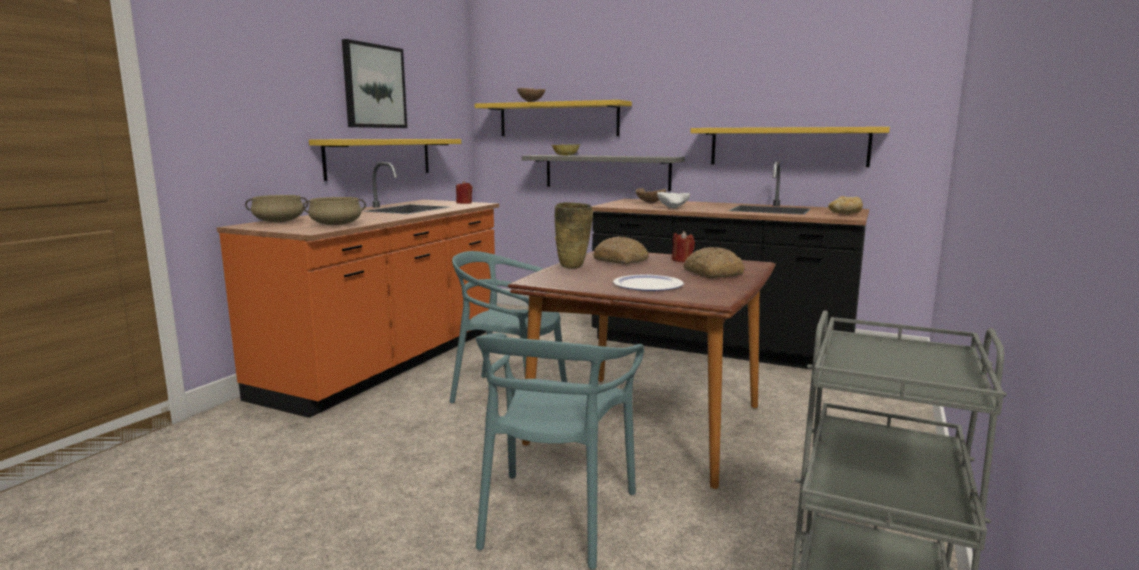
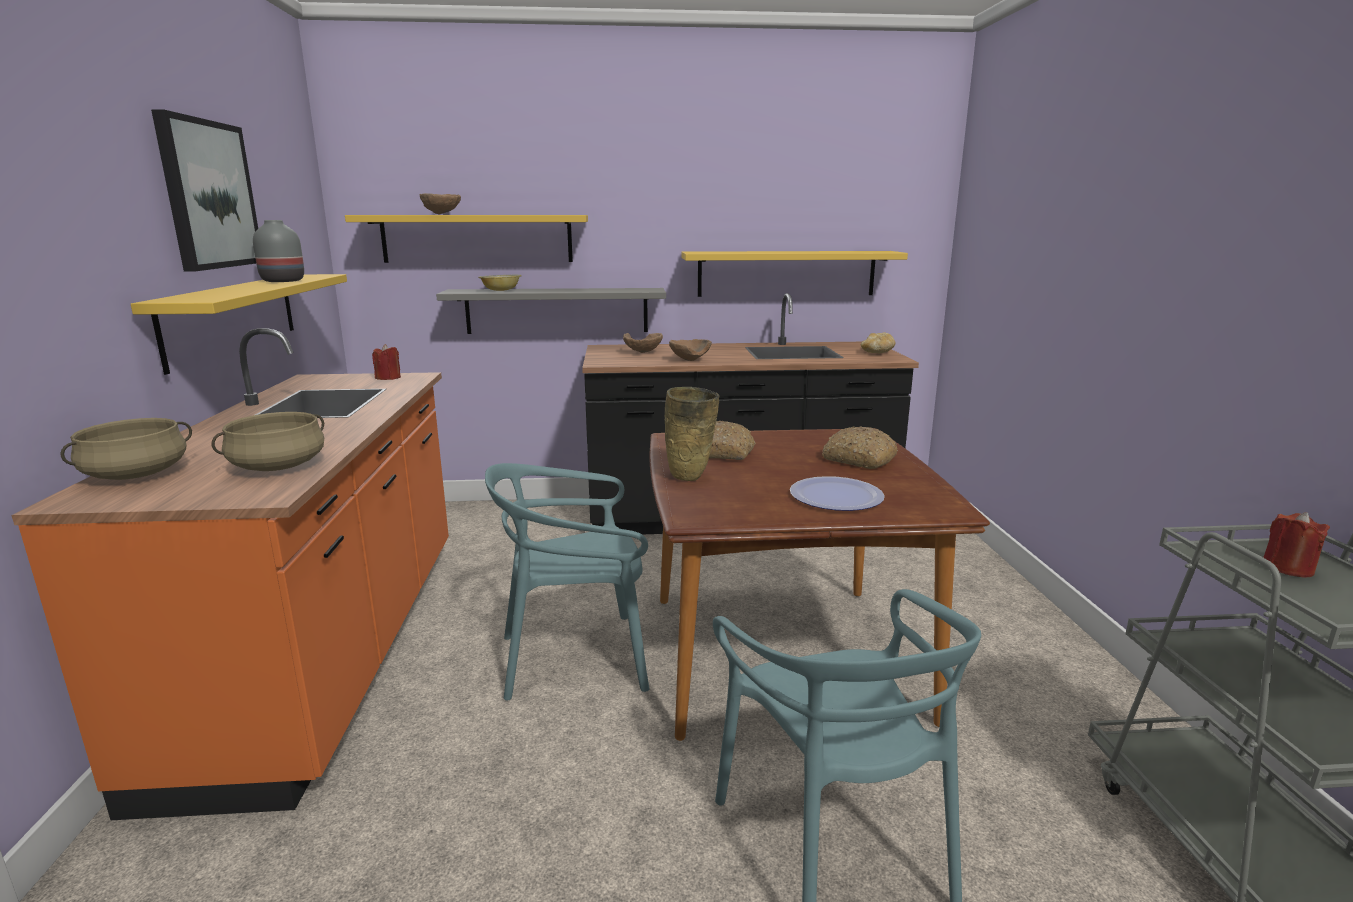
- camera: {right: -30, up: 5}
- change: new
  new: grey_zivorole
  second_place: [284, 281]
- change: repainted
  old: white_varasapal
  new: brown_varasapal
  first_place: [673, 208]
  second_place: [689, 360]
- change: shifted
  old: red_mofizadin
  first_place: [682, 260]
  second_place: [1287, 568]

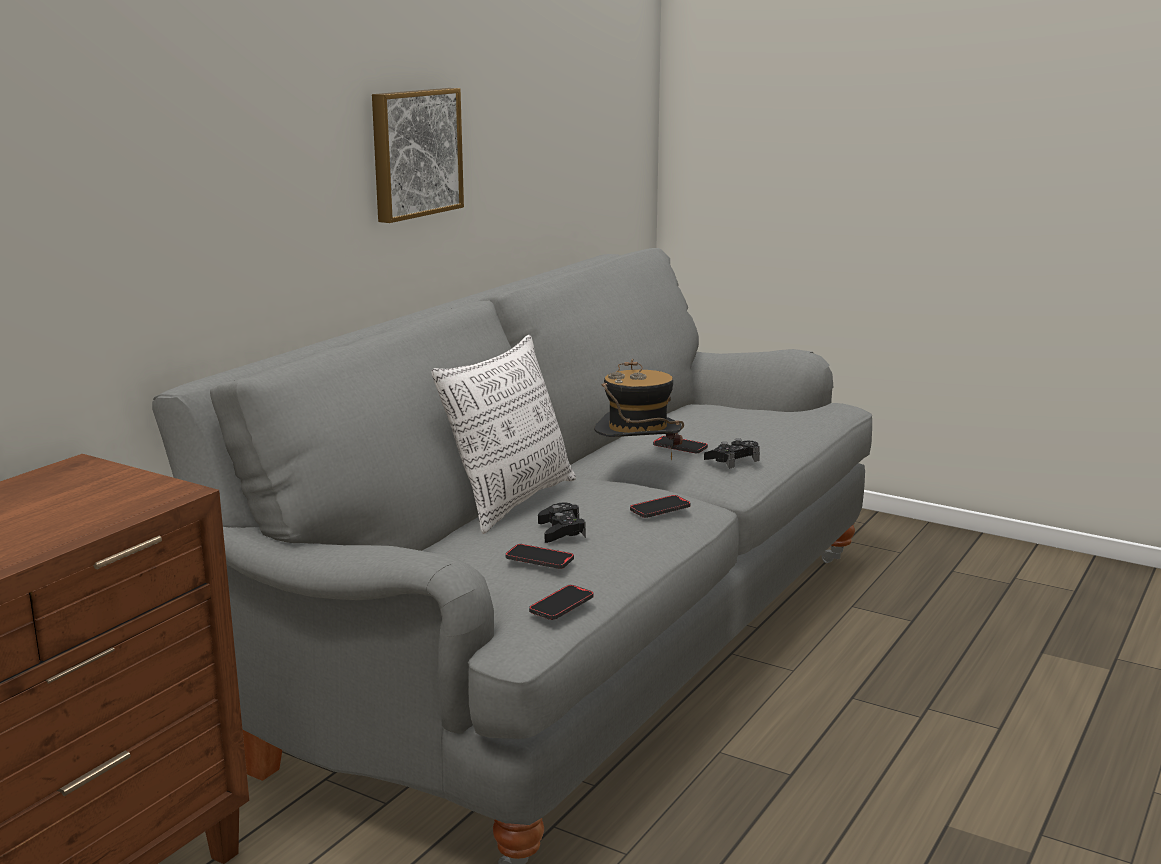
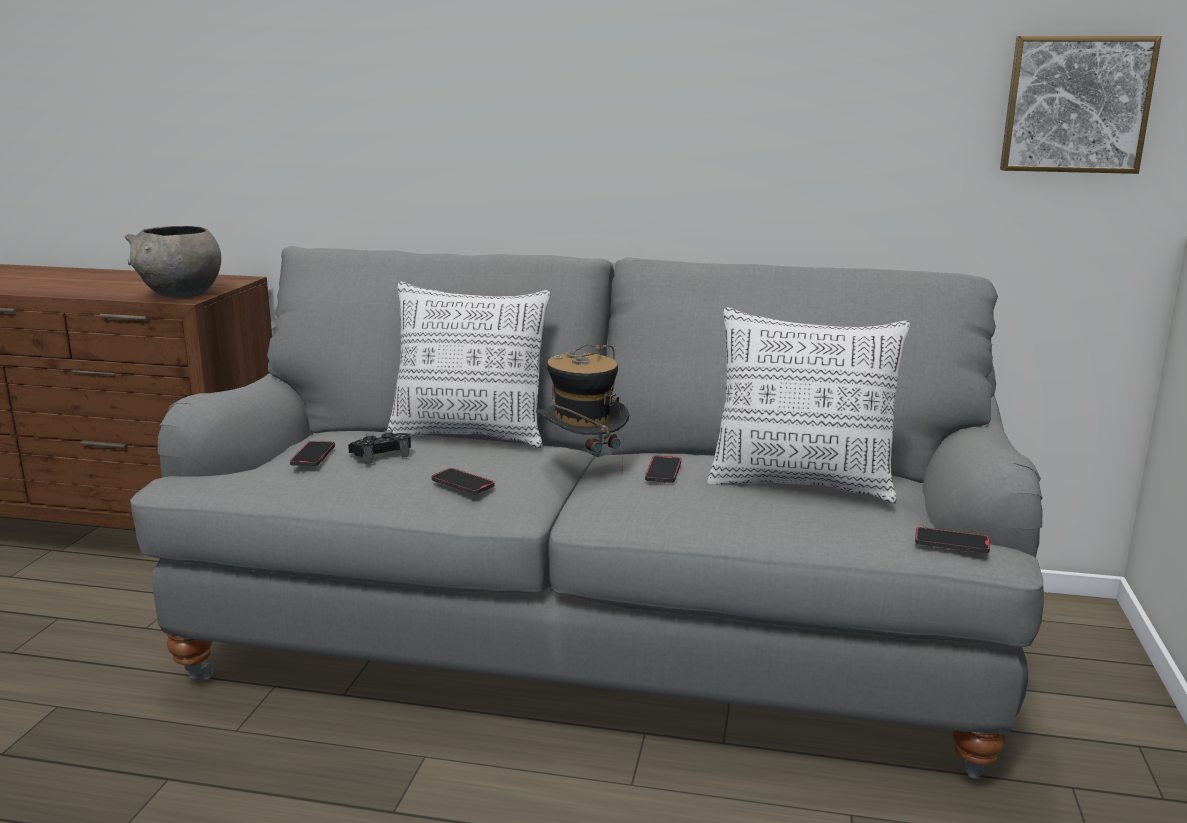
- camera: {right: 70, up: 0}
- change: new
  new: grey_varasapal
  second_place: [180, 294]
- change: new
  new: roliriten
  second_place: [801, 485]
- change: shifted
  old: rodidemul
  first_place: [561, 605]
  second_place: [951, 543]
- change: shifted
  old: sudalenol
  first_place: [414, 153]
  second_place: [1075, 104]
- change: gone
  old: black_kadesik
  first_place: [732, 460]

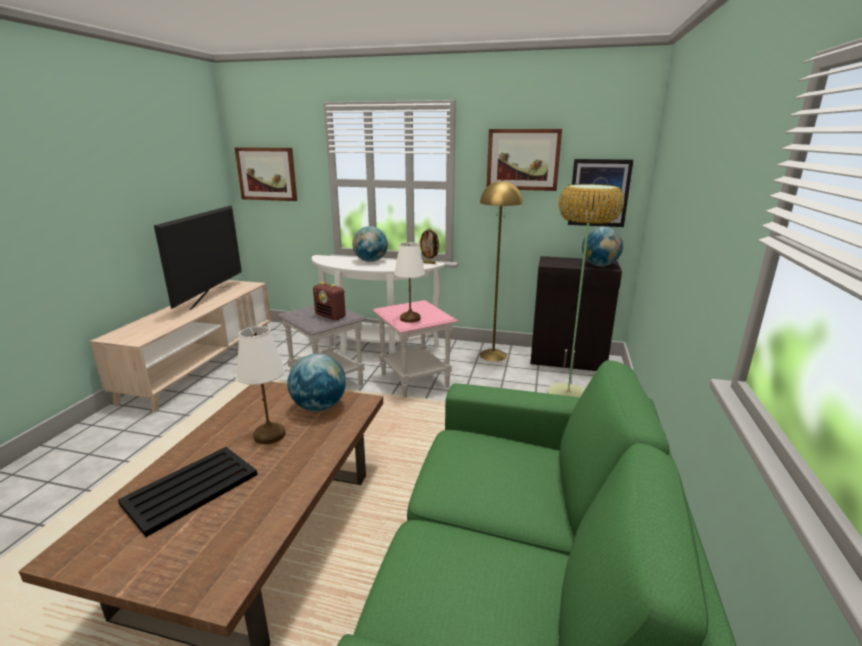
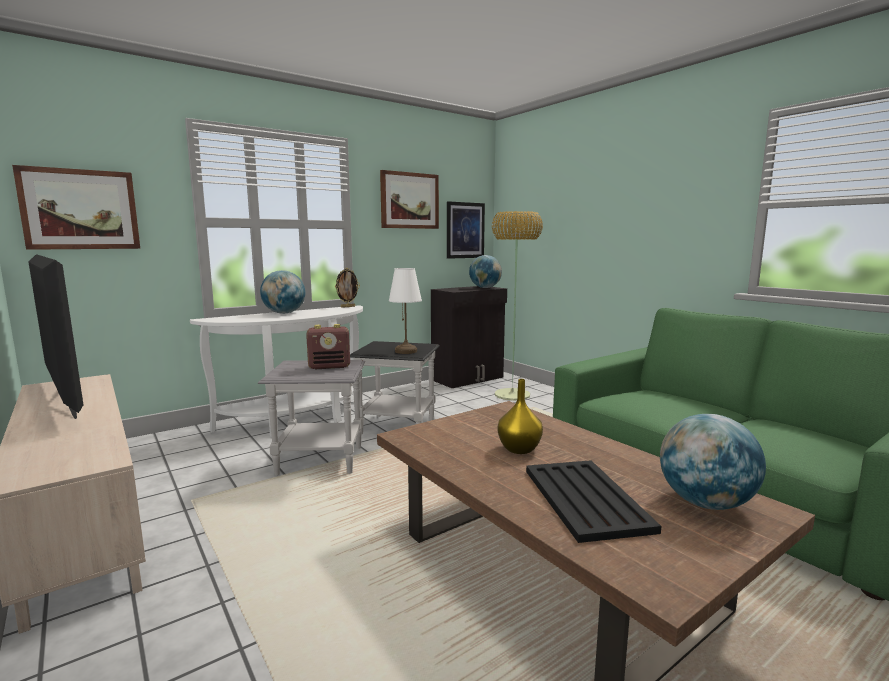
- camera: {right: -50, up: -10}
- change: repainted
  old: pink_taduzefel
  new: black_taduzefel
  first_place: [415, 380]
  second_place: [398, 426]
- change: swapped
  old: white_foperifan
  new: yellow_zivorole
  first_place: [269, 435]
  second_place: [518, 449]
- change: shifted
  old: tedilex
  first_place: [319, 407]
  second_place: [705, 503]
- change: gone
  old: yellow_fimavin
  first_place: [493, 355]

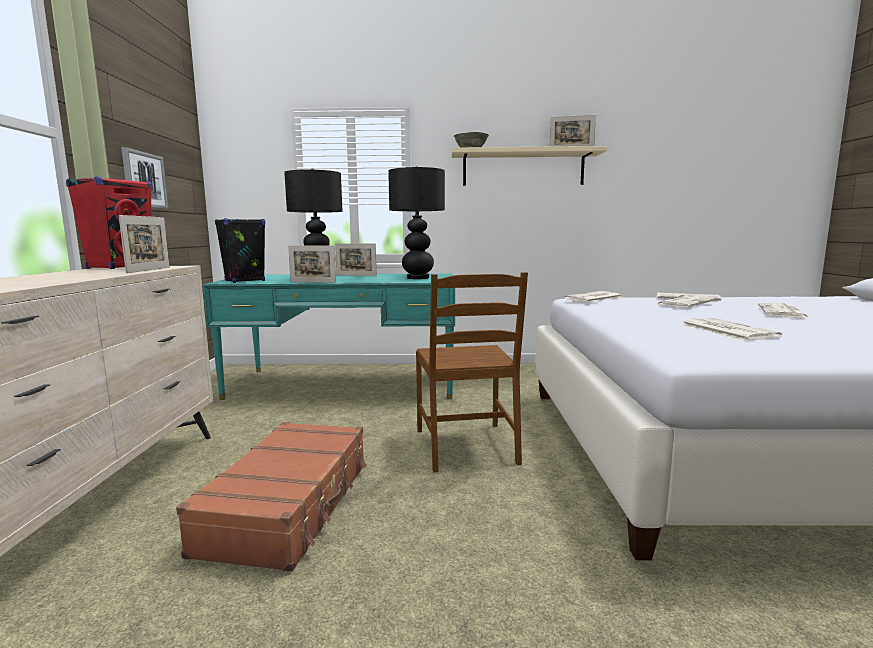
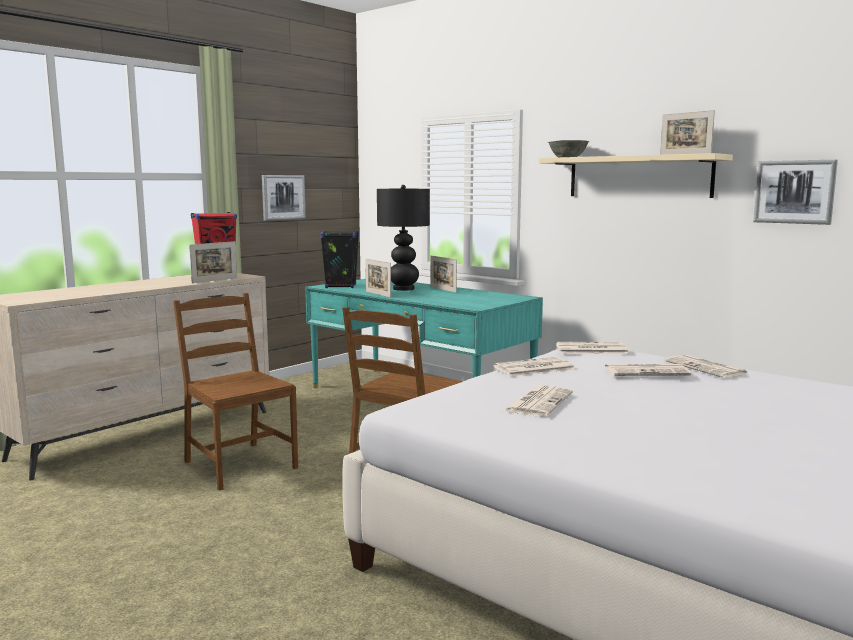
- camera: {right: 40, up: 0}
- change: swapped
  old: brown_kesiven
  new: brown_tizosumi
  first_place: [290, 505]
  second_place: [238, 465]
- change: shifted
  old: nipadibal
  first_place: [783, 312]
  second_place: [533, 368]
- change: new
  new: sudalenol
  second_place: [794, 192]
- change: gone
  old: black_foperifan
  first_place: [418, 278]

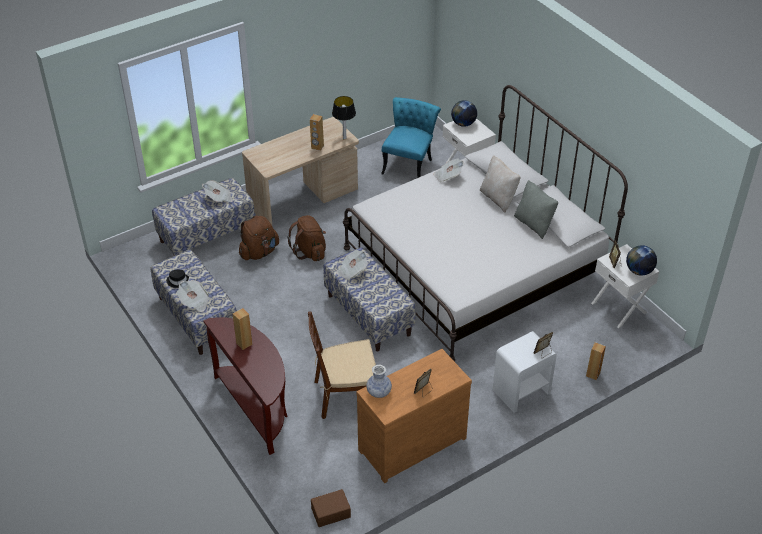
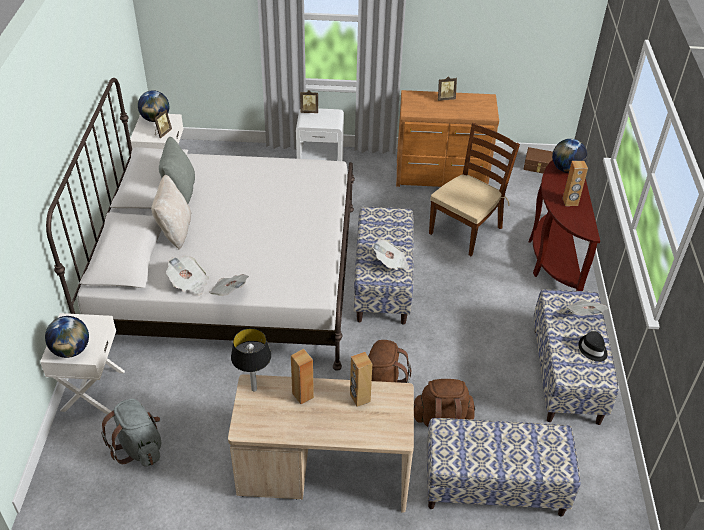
- camera: {right: -145, up: 0}
- change: swapped
  old: turquoise_tizosumi
  new: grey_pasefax
  first_place: [409, 163]
  second_place: [139, 447]
- change: shifted
  old: nipadibal
  first_place: [218, 198]
  second_place: [229, 292]
- change: shifted
  old: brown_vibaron
  first_place: [593, 374]
  second_place: [359, 398]
- change: rotated
  old: brown_tizosumi
  first_place: [344, 395]
  second_place: [466, 230]
  degrees: -75
- change: new
  new: tedilex
  second_place: [566, 169]
- change: gone
  old: zivorole
  first_place: [379, 392]

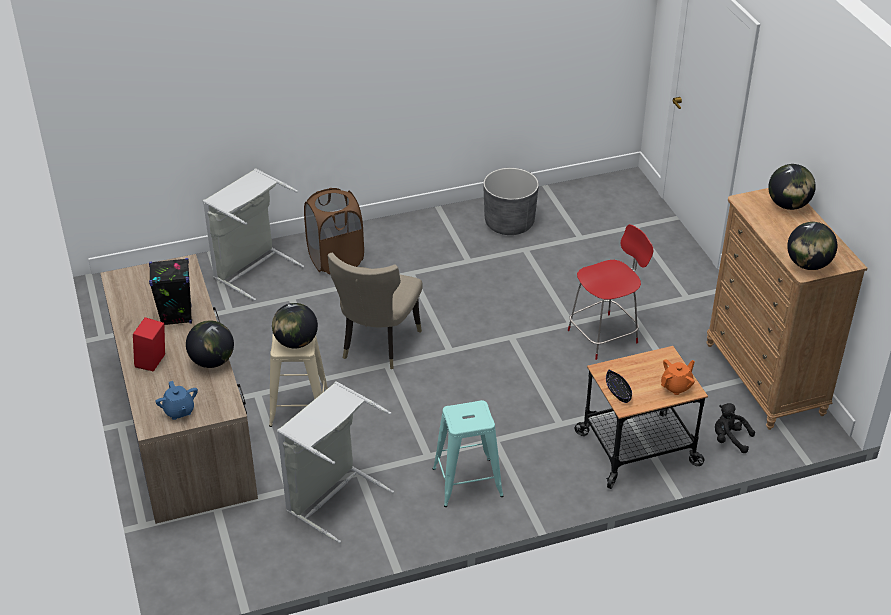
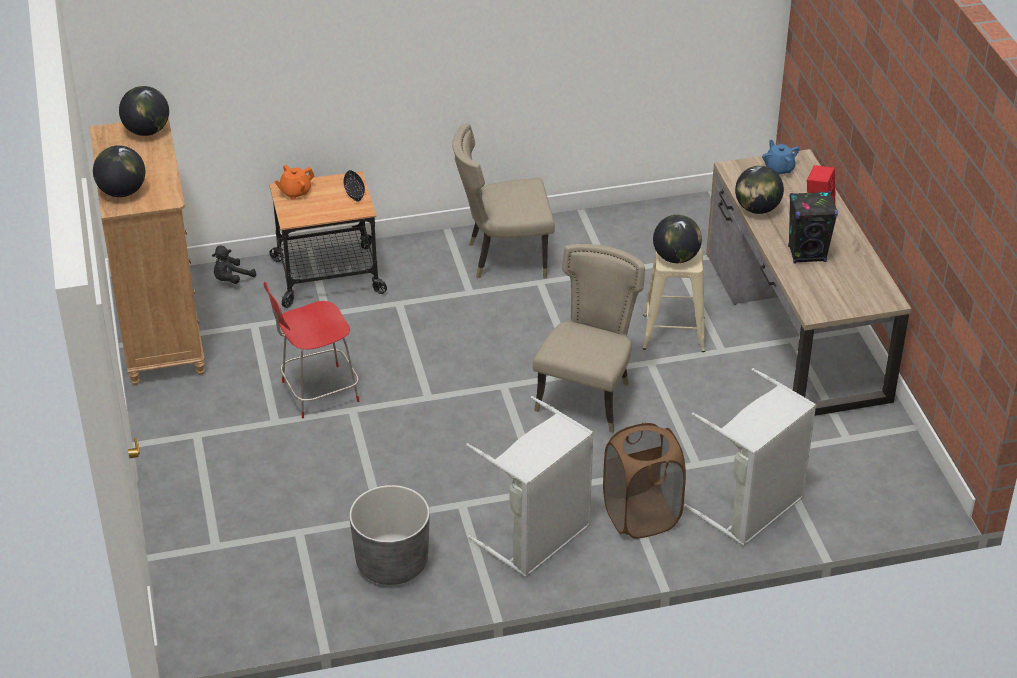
- camera: {right: -175, up: 0}
- change: rotated
  old: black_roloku
  first_place: [729, 439]
  second_place: [231, 279]
  degrees: 105
- change: swapped
  old: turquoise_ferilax
  new: beige_tizosumi
  first_place: [467, 482]
  second_place: [503, 258]
- change: shifted
  old: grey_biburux
  first_place: [332, 497]
  second_place: [538, 539]

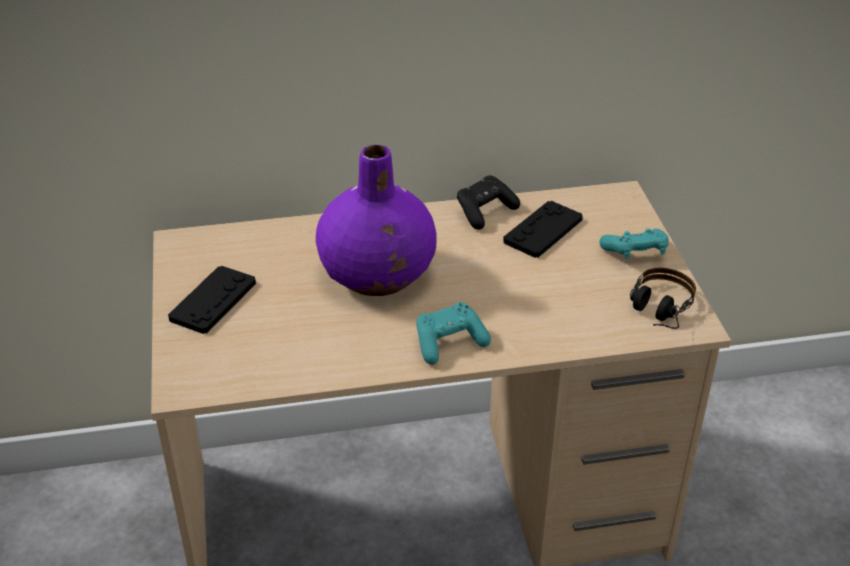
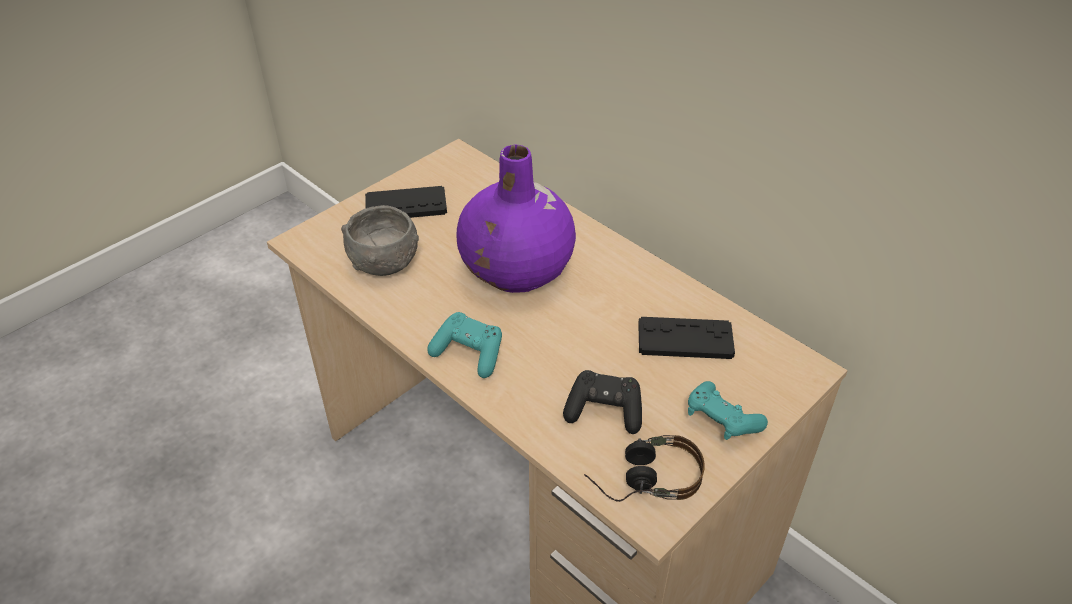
- camera: {right: 55, up: 5}
- change: new
  new: grey_varasapal
  second_place: [384, 261]
- change: shifted
  old: black_kadesik
  first_place: [485, 212]
  second_place: [604, 411]

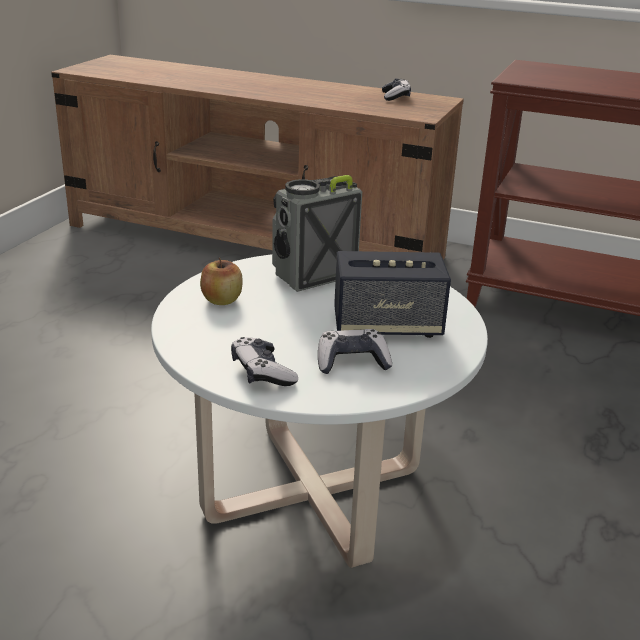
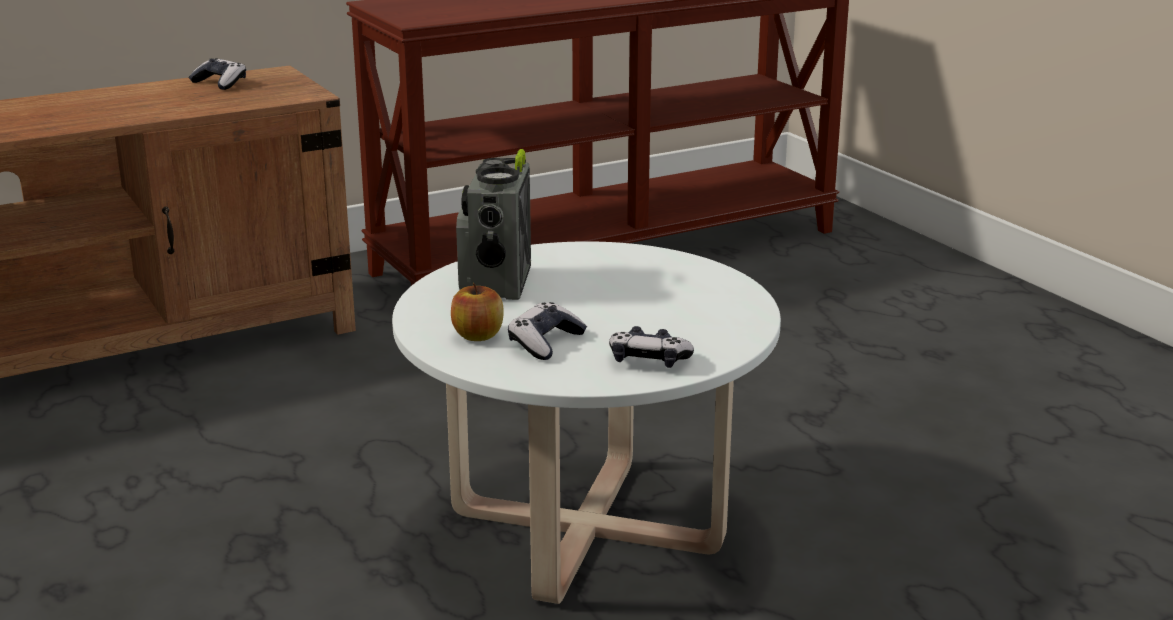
- camera: {right: -50, up: -5}
- change: shifted
  old: kadesik
  first_place: [352, 362]
  second_place: [545, 343]
- change: gone
  old: vibaron
  first_place: [387, 326]

